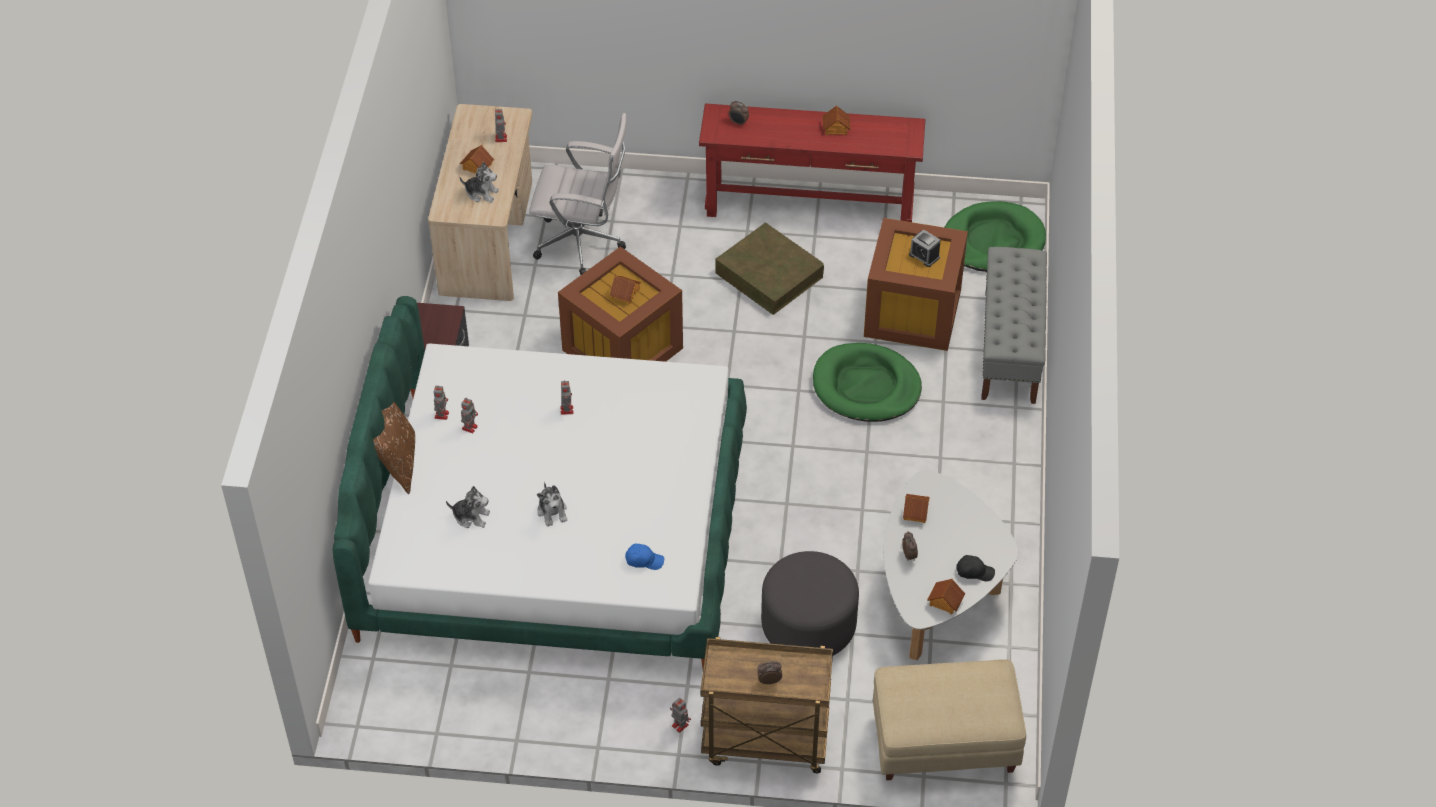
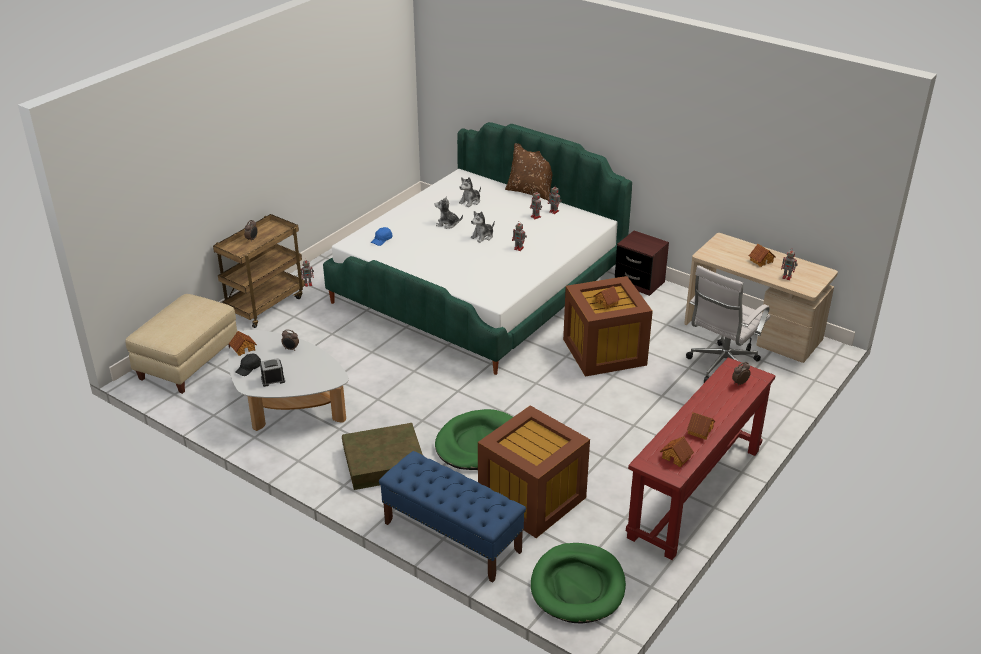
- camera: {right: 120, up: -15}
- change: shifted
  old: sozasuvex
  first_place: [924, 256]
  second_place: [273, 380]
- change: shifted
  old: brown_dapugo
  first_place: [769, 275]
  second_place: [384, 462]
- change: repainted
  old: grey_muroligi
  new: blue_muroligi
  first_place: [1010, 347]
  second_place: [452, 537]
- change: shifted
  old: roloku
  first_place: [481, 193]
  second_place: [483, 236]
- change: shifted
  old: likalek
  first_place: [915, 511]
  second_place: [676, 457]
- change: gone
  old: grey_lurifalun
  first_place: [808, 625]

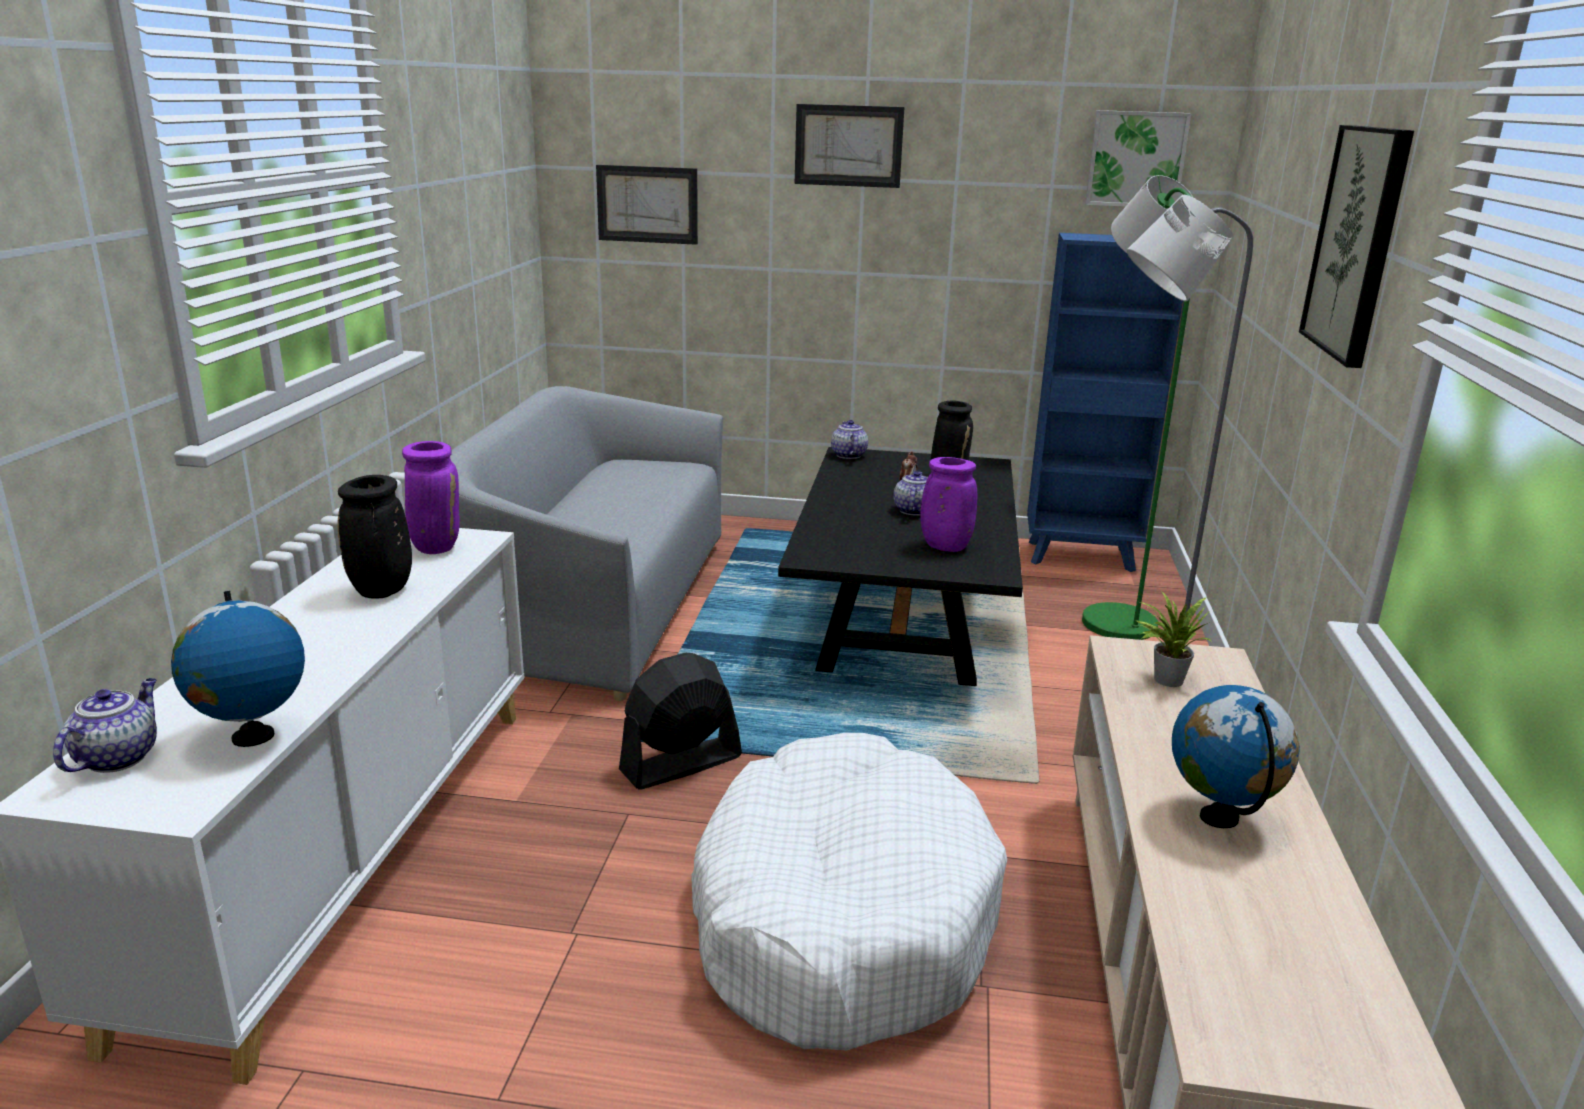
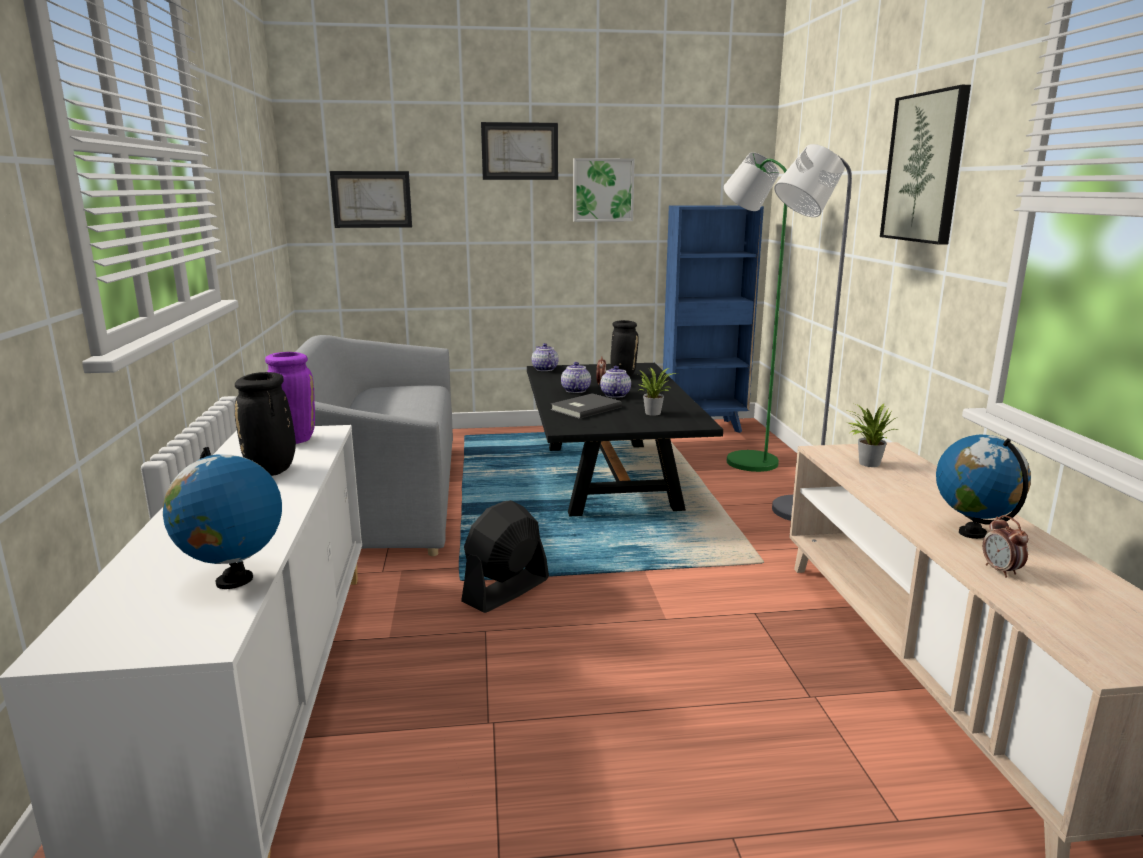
- camera: {right: -15, up: -5}
- change: new
  new: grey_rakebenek
  second_place: [584, 408]
- change: shifted
  old: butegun
  first_place: [117, 757]
  second_place: [575, 390]
- change: shifted
  old: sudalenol
  first_place: [1136, 159]
  second_place: [602, 190]
- change: swapped
  old: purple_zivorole
  new: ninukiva
  first_place: [944, 547]
  second_place: [653, 412]
- change: new
  new: sozasuvex
  second_place: [1001, 571]
- change: gone
  old: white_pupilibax
  first_place: [840, 917]

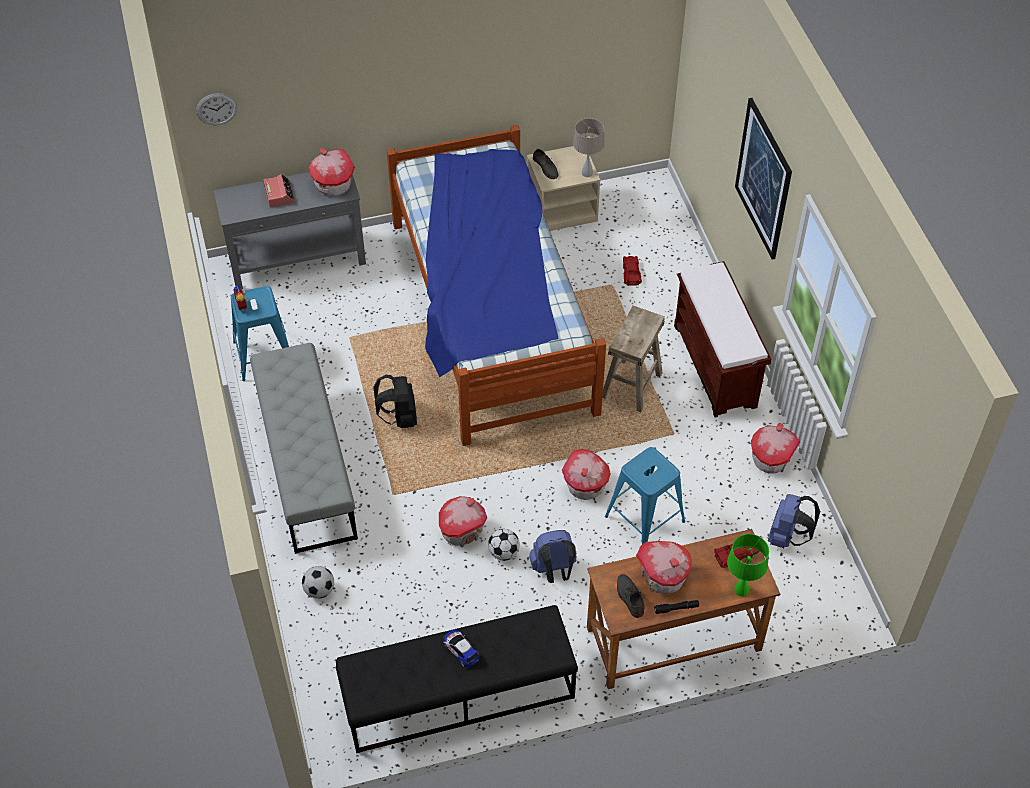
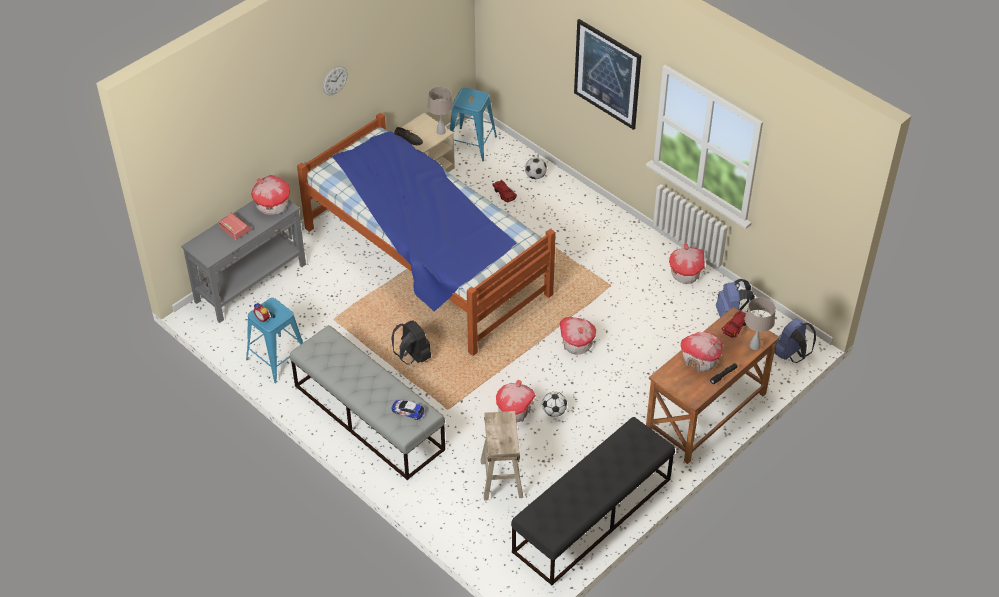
- camera: {right: -30, up: -5}
- change: shifted
  old: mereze
  first_place: [216, 109]
  second_place: [334, 80]
- change: shifted
  old: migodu
  first_place: [461, 649]
  second_place: [408, 411]
- change: shifted
  old: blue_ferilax
  first_place: [644, 519]
  second_place: [471, 144]
- change: shifted
  old: beige_ferilax
  first_place: [632, 385]
  second_place: [502, 478]
- change: shifted
  old: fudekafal
  first_place: [319, 590]
  second_place: [535, 176]
- change: repainted
  old: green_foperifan
  new: beige_foperifan
  first_place: [741, 590]
  second_place: [754, 345]
- change: shifted
  old: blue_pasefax
  first_place: [554, 570]
  second_place: [791, 355]
- change: gone
  old: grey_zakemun
  first_place: [629, 597]
- change: gone
  old: brown_muroligi
  first_place: [716, 366]

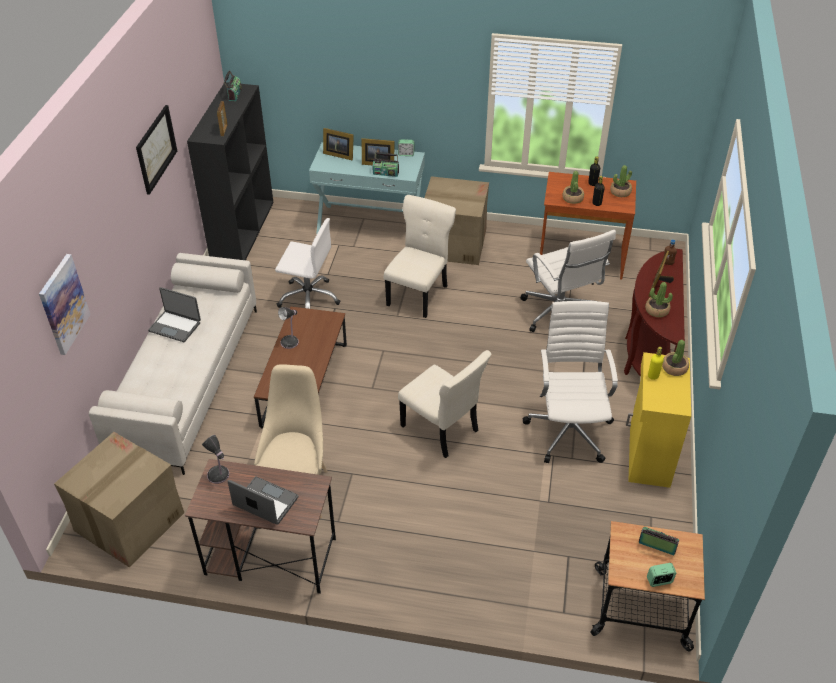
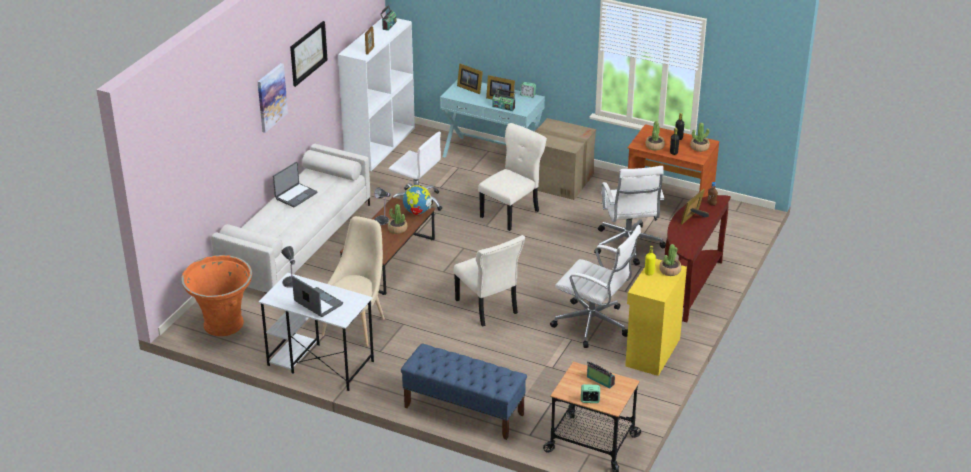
- camera: {right: 15, up: -10}
- change: swapped
  old: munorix
  new: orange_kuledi
  first_place: [129, 522]
  second_place: [222, 325]
- change: shifted
  old: sudalenol
  first_place: [63, 304]
  second_place: [271, 97]
- change: repainted
  old: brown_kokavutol
  new: white_kokavutol
  first_place: [269, 556]
  second_place: [319, 363]
- change: rotated
  old: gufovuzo
  first_place: [175, 326]
  second_place: [295, 195]
  degrees: -90
- change: repainted
  old: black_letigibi
  new: white_letigibi
  first_place: [242, 230]
  second_place: [380, 145]
- change: shifted
  old: ninukiva
  first_place: [656, 310]
  second_place: [397, 229]
- change: new
  new: blue_muroligi
  second_place: [463, 411]
- change: new
  new: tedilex
  second_place: [417, 212]
- change: rotated
  old: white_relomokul
  first_place: [569, 430]
  second_place: [593, 325]
  degrees: 105

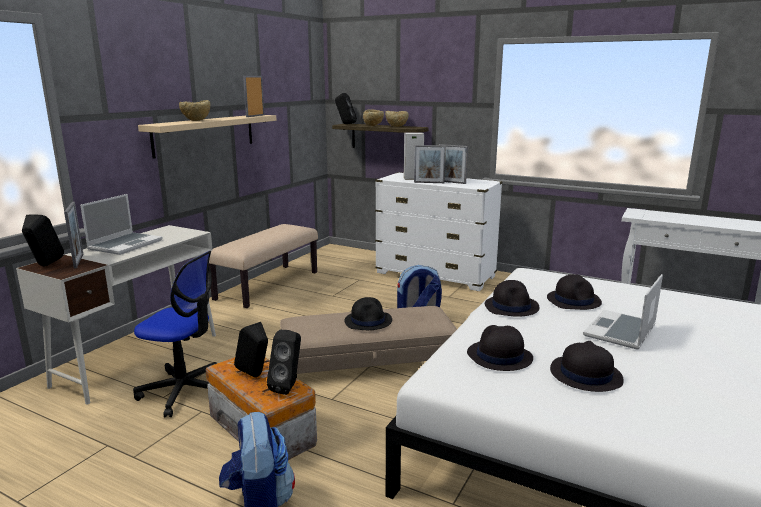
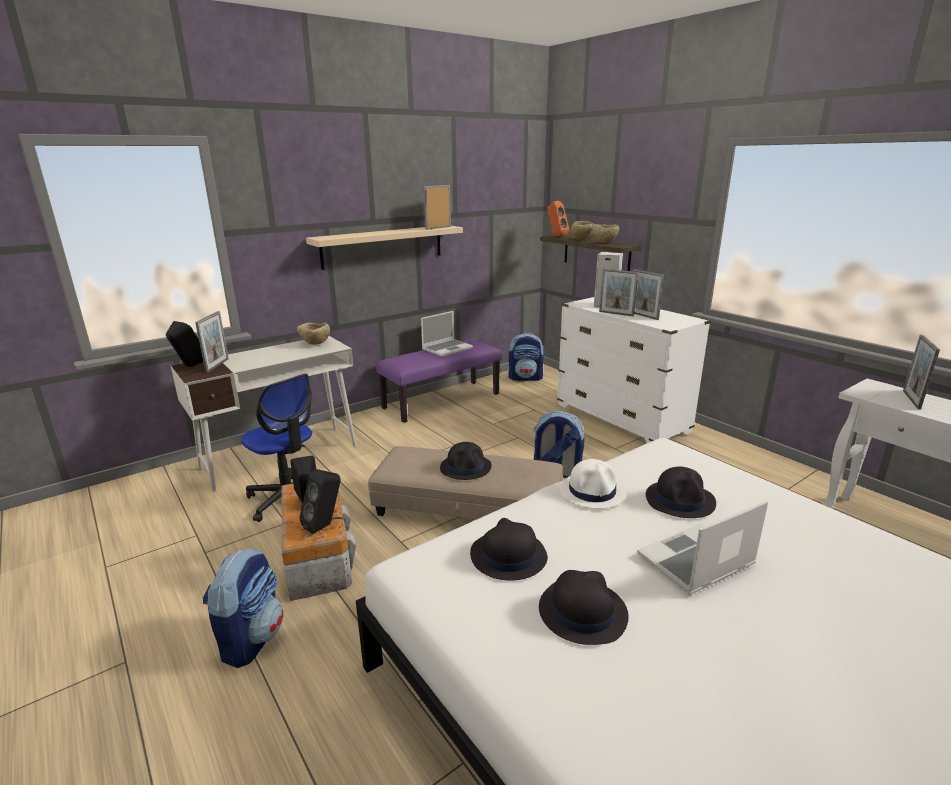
- camera: {right: 25, up: 5}
- change: shifted
  old: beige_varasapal
  first_place: [196, 121]
  second_place: [315, 344]
- change: repainted
  old: beige_muroligi
  new: purple_muroligi
  first_place: [267, 285]
  second_place: [441, 401]
- change: shifted
  old: gufovuzo
  first_place: [125, 244]
  second_place: [447, 348]
- change: new
  new: pasefax
  second_place: [525, 378]
- change: repainted
  old: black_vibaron
  new: orange_vibaron
  first_place: [345, 124]
  second_place: [556, 236]
- change: repainted
  old: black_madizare
  new: white_madizare
  first_place: [511, 307]
  second_place: [592, 491]
- change: new
  new: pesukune
  second_place: [911, 399]

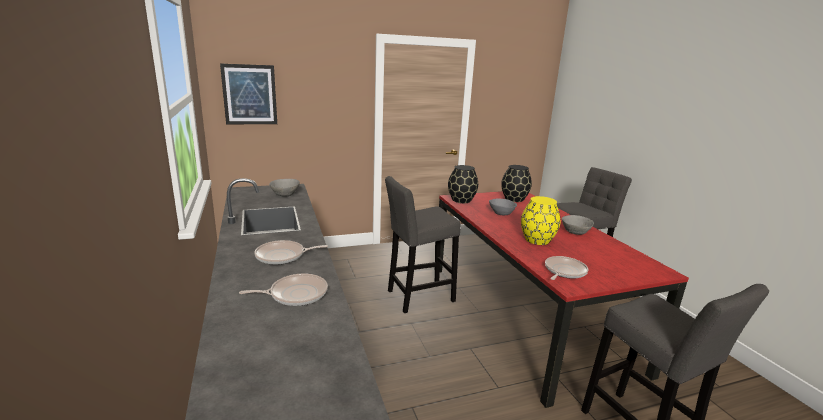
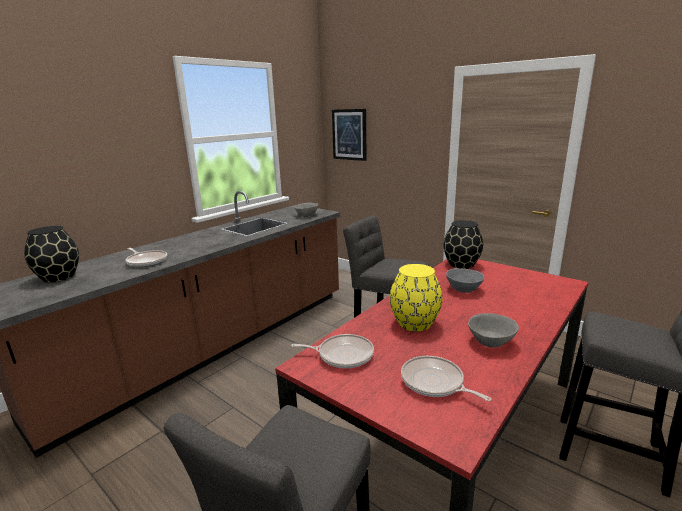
- camera: {right: 60, up: 0}
- change: shifted
  old: black_zivorole
  first_place: [514, 199]
  second_place: [59, 277]
- change: shifted
  old: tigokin
  first_place: [283, 256]
  second_place: [434, 383]

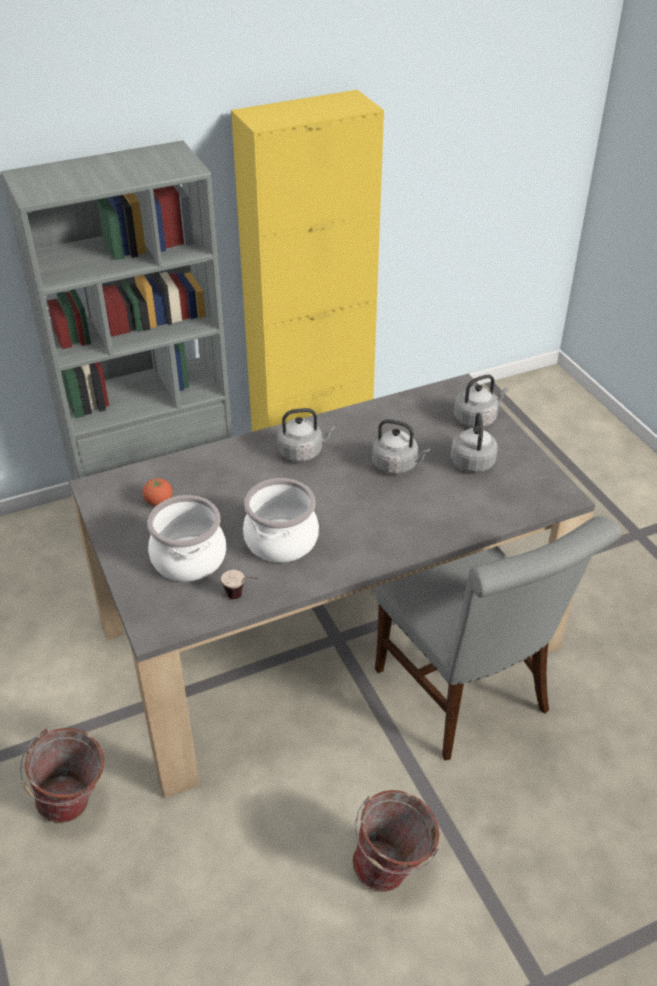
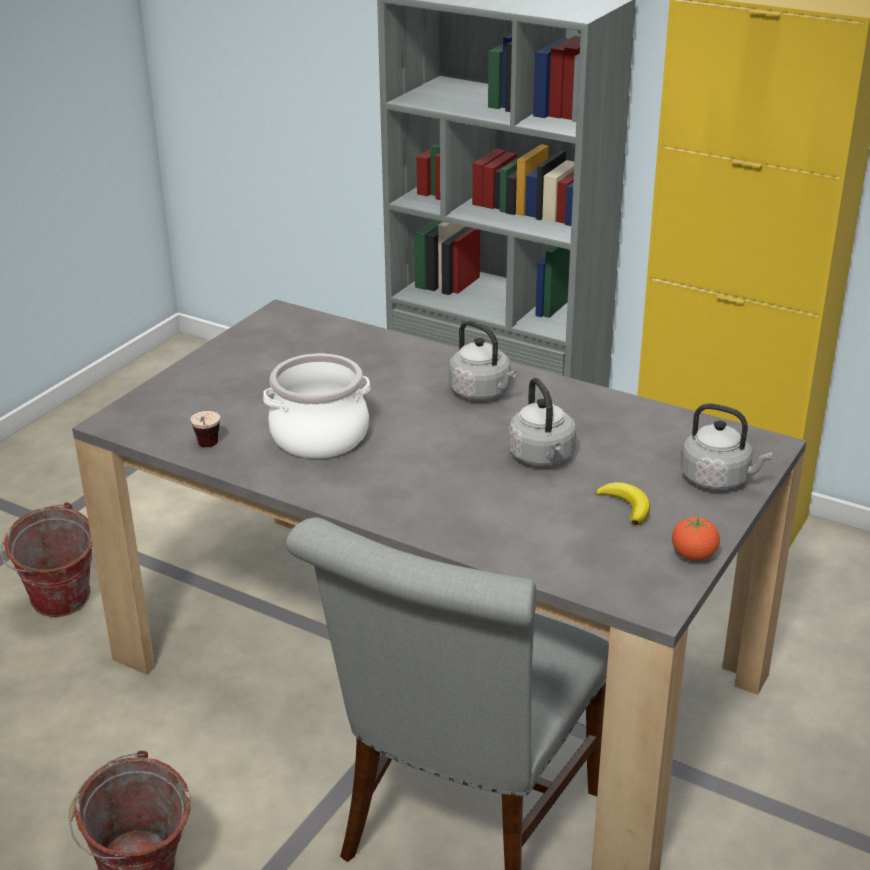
- camera: {right: 55, up: -10}
- change: swapped
  old: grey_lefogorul
  new: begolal
  first_place: [472, 461]
  second_place: [626, 506]
- change: shifted
  old: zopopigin
  first_place: [159, 502]
  second_place: [693, 556]
- change: gone
  old: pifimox
  first_place: [188, 558]

